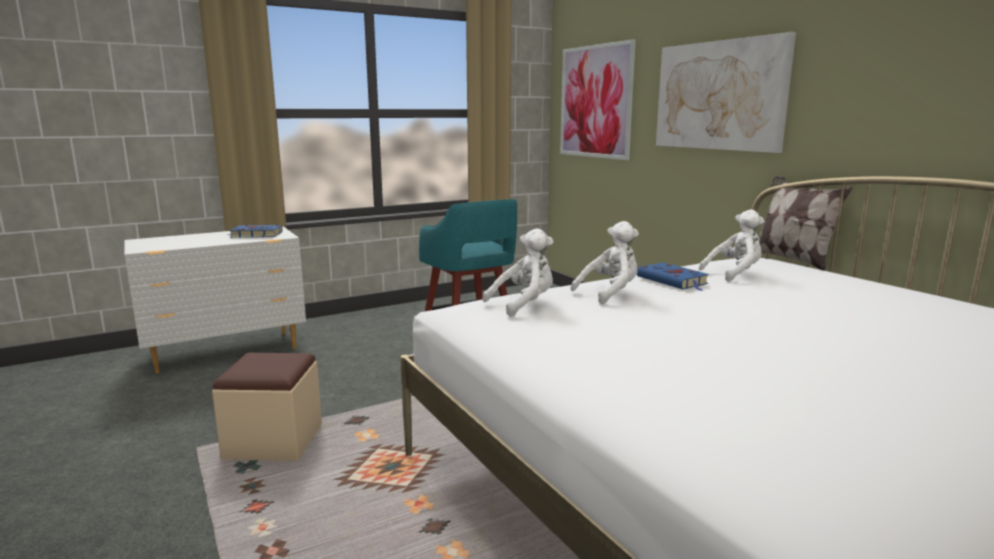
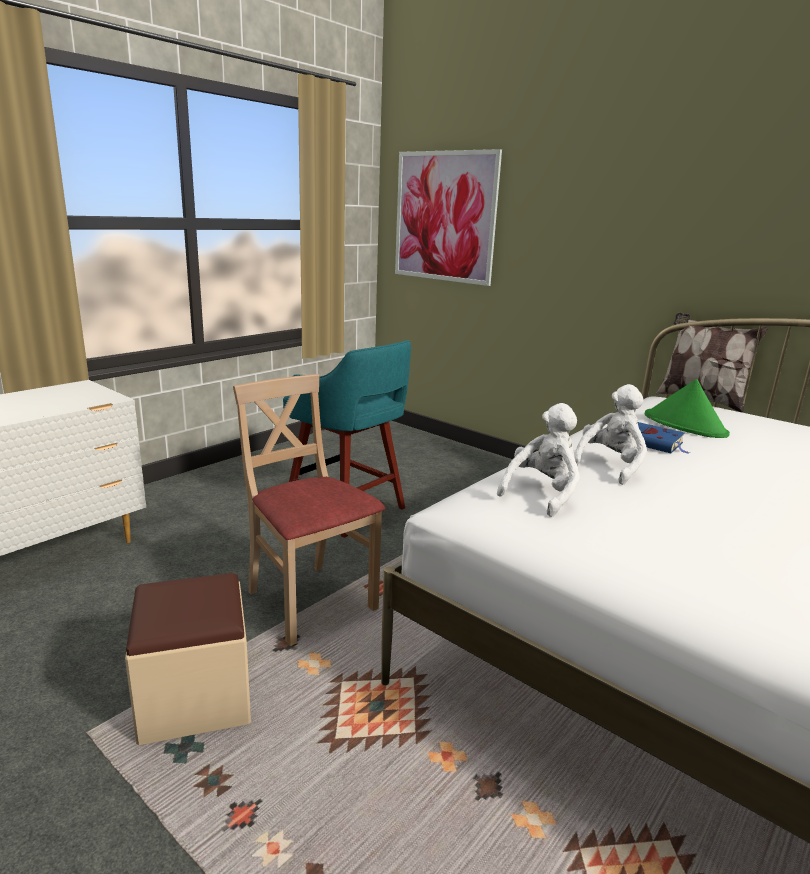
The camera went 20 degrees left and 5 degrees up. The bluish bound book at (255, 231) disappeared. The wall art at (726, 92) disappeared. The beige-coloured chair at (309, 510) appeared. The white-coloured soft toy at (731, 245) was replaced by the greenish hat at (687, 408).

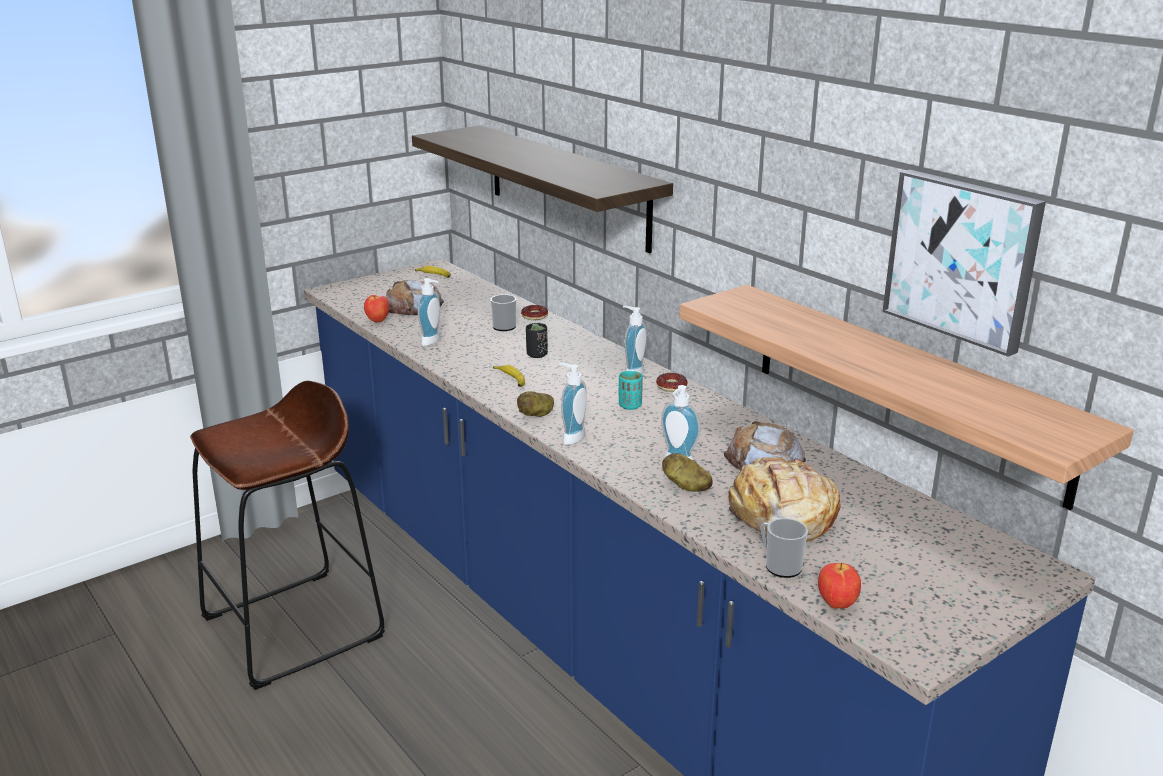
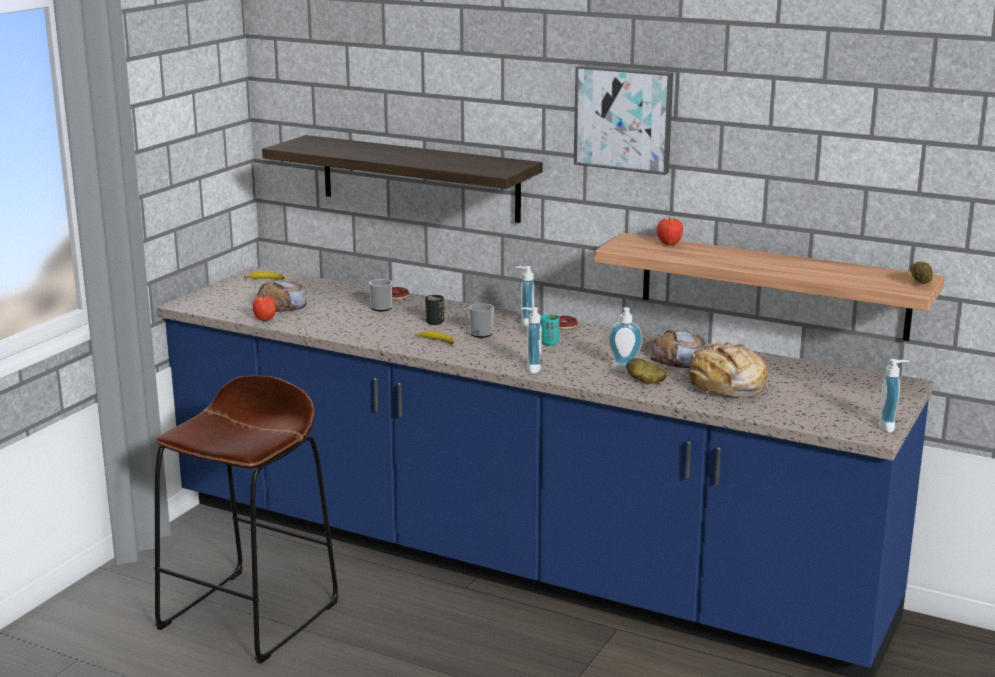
The camera went 25 degrees left and 5 degrees down. The soap bottle moved from (429, 312) to (894, 396). The whole potato moved from (535, 404) to (921, 273). The mug moved from (784, 548) to (478, 320). The whole apple moved from (839, 585) to (670, 231). The wall art moved from (964, 263) to (623, 120).

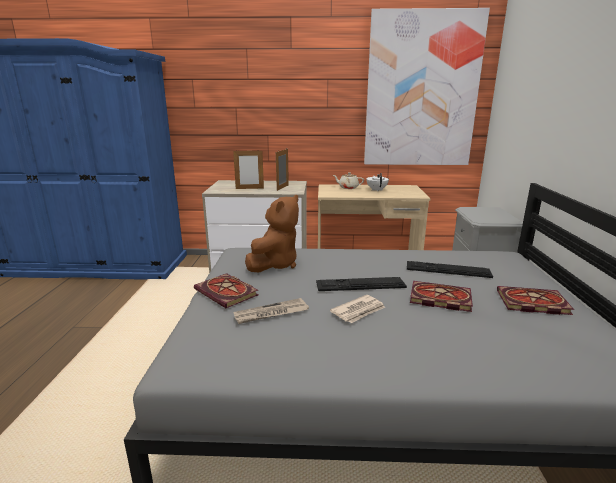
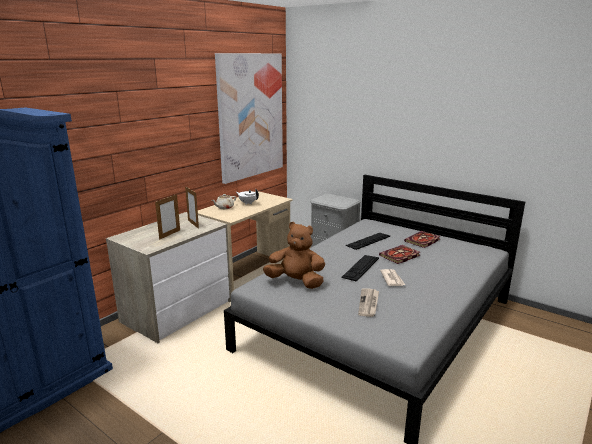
The camera went 55 degrees left and 0 degrees up. The bound book at (226, 290) disappeared. The brown-coloured soft toy at (272, 234) turned 45 degrees counterclockwise.

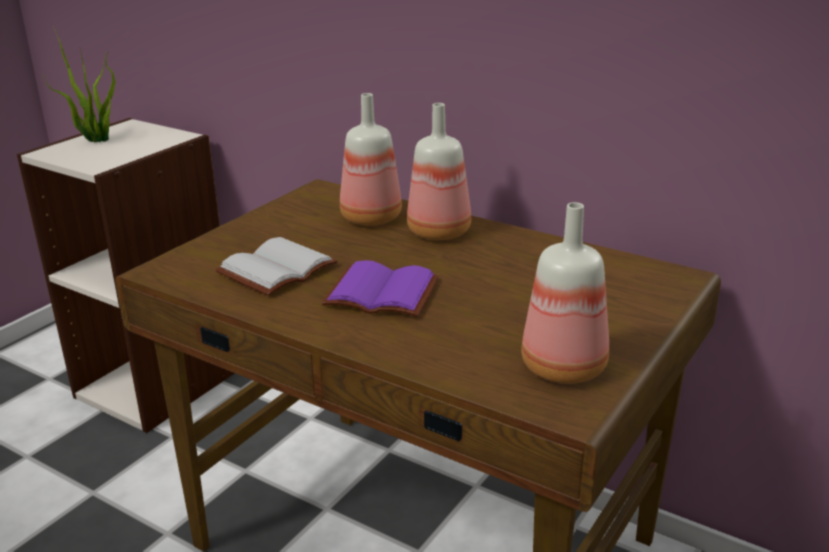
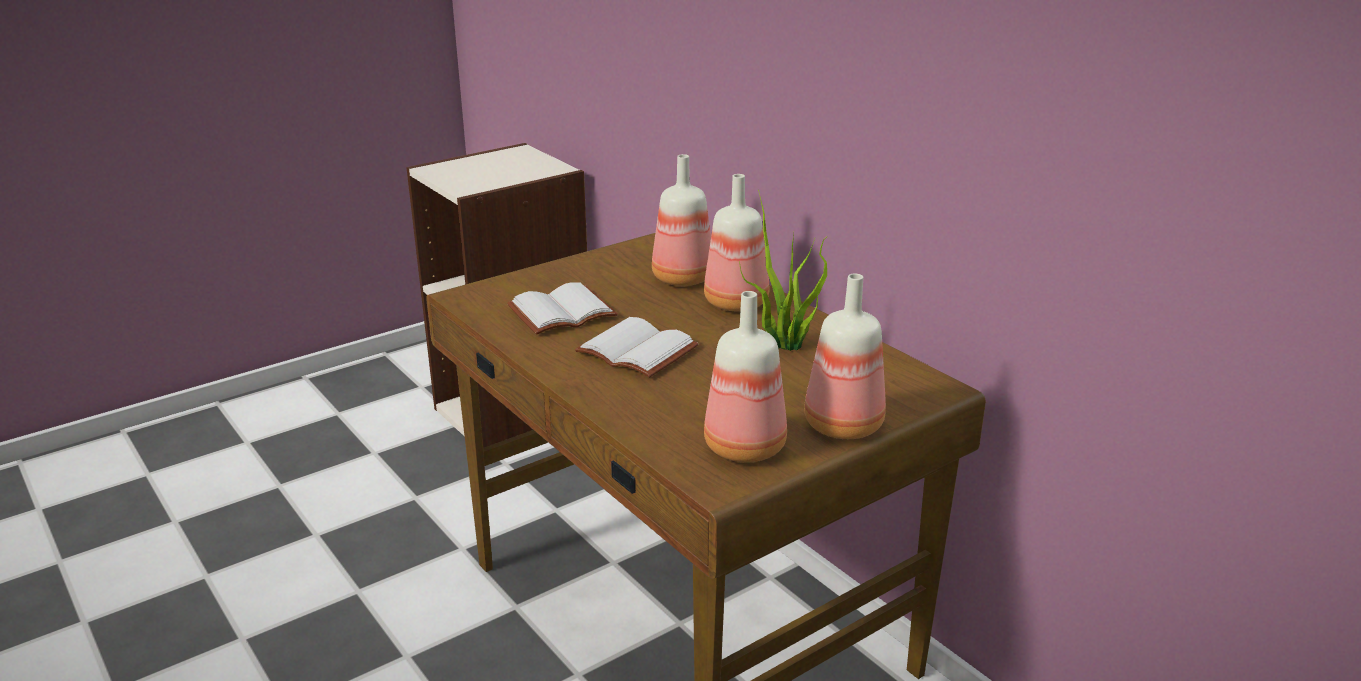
The camera went 20 degrees right and 0 degrees up. The bottle at (845, 356) appeared. The potted plant moved from (79, 84) to (783, 270). The purple-coloured bound book at (380, 288) became the white-coloured bound book at (636, 347).

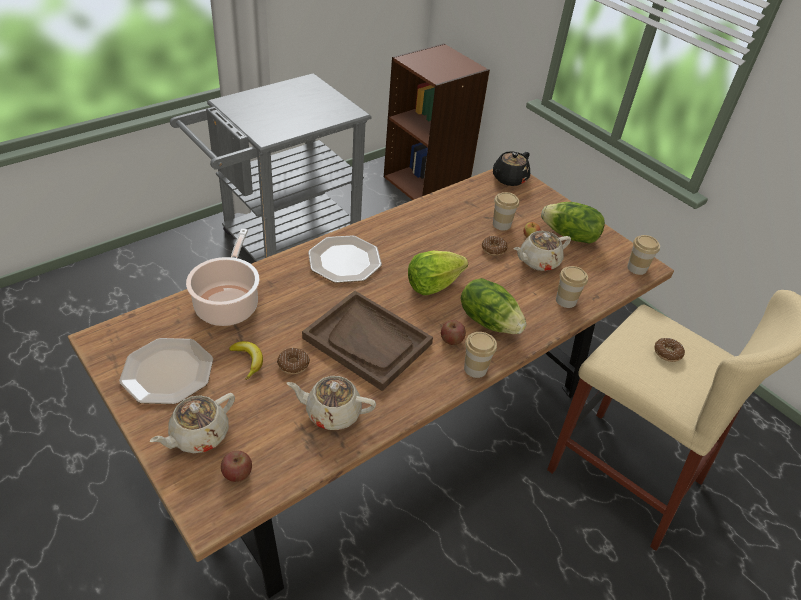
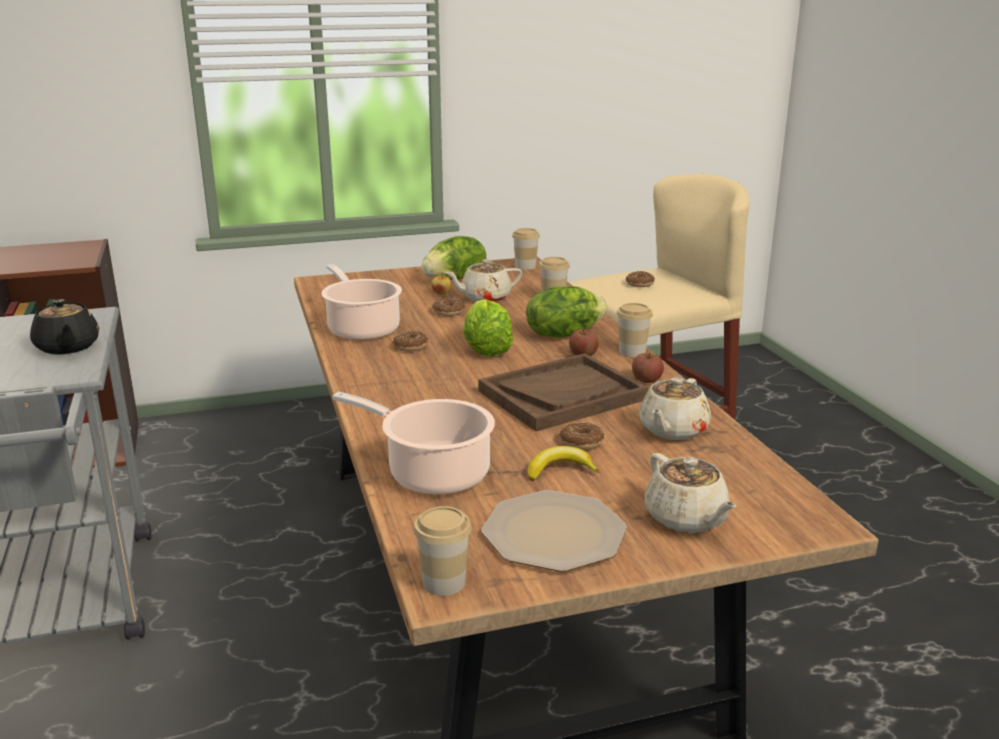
The camera went 65 degrees left and 20 degrees down. The plate at (345, 259) disappeared. The saucepot at (362, 302) appeared. The donut at (410, 341) appeared. The whole apple moved from (236, 466) to (648, 368). The black-coloured teapot moved from (511, 168) to (64, 327). The drinking cup moved from (506, 211) to (442, 551). The beige-coloured teapot at (542, 251) turned 75 degrees clockwise.

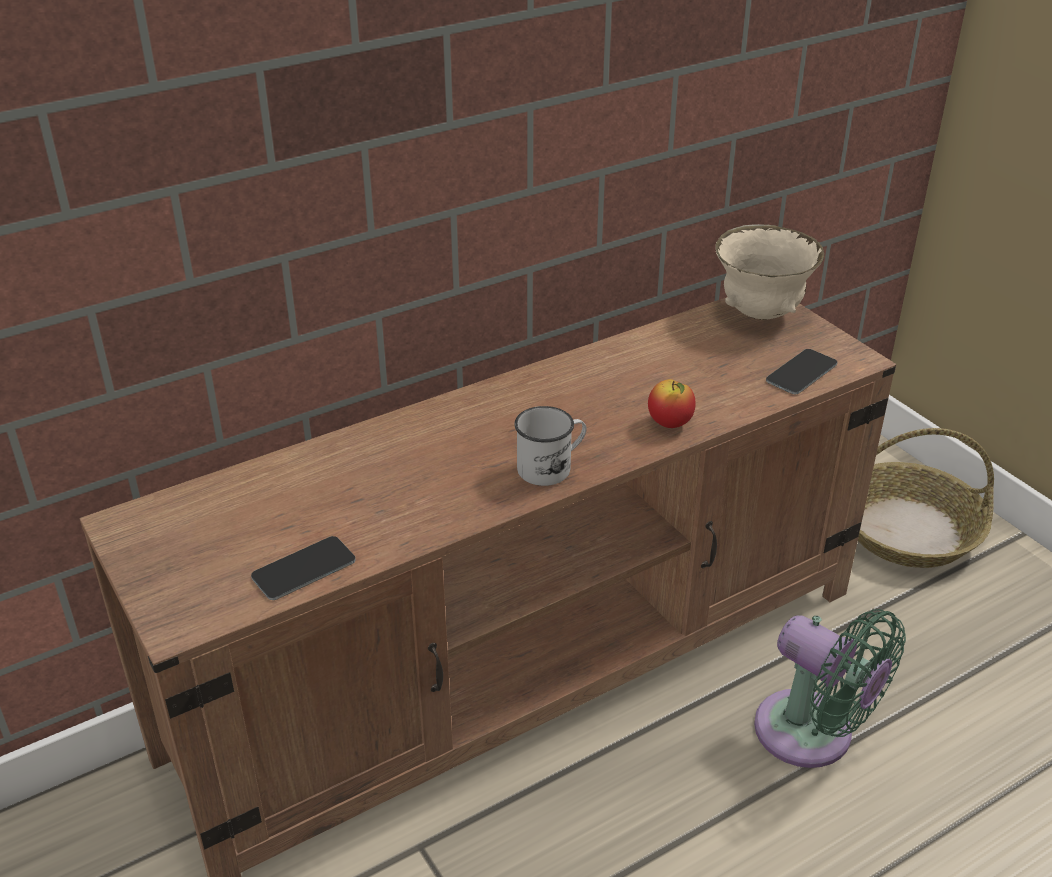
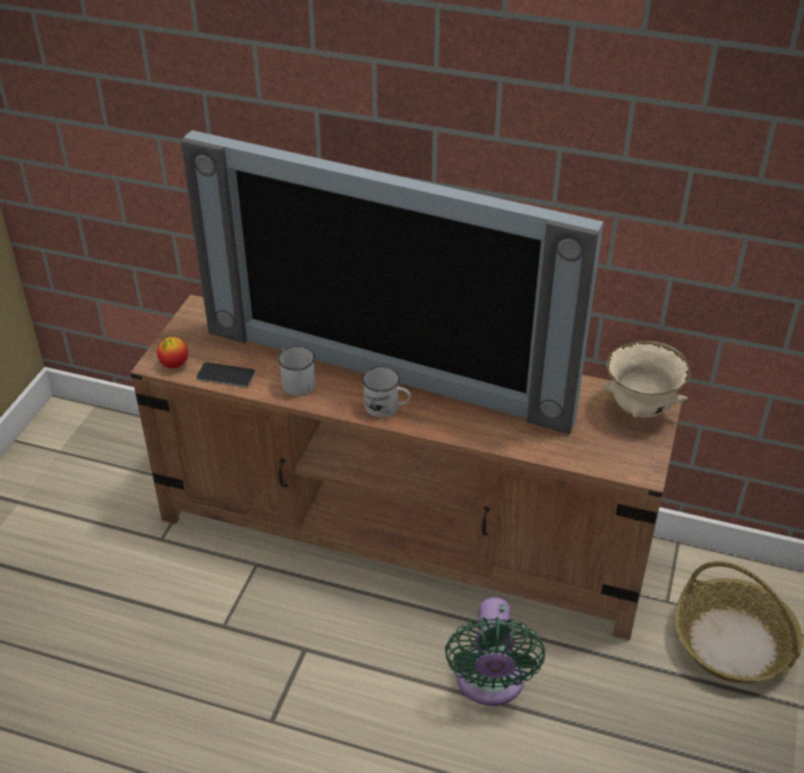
The camera went 50 degrees right and 5 degrees up. The phone at (801, 371) disappeared. The TV at (392, 282) appeared. The white-coloured mug at (296, 371) appeared. The whole apple moved from (672, 403) to (172, 352).

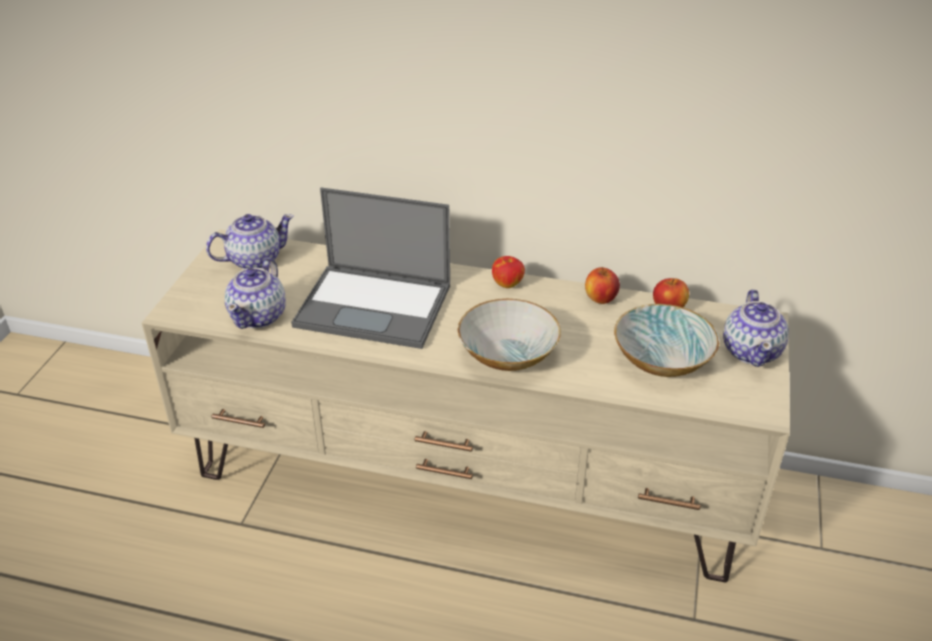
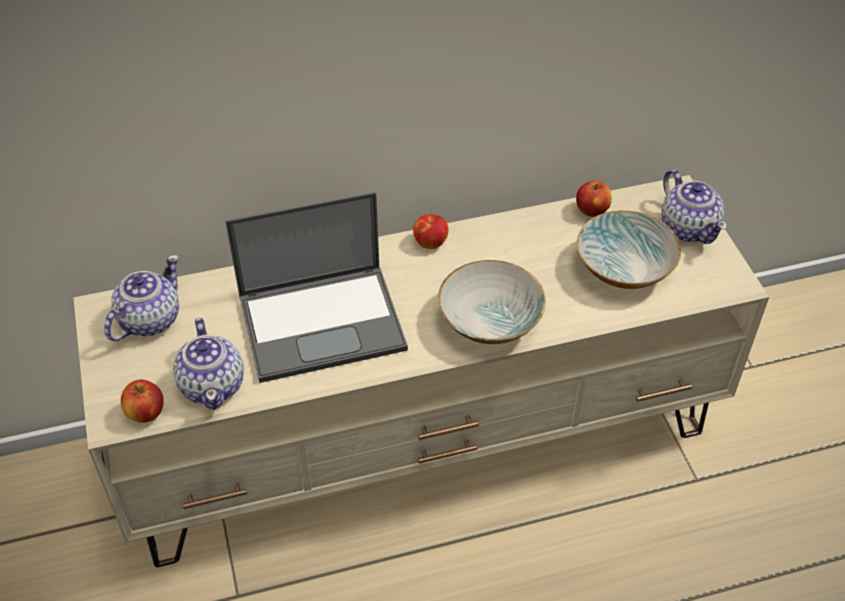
The camera went 30 degrees left and 10 degrees up. The whole apple moved from (602, 285) to (142, 401).

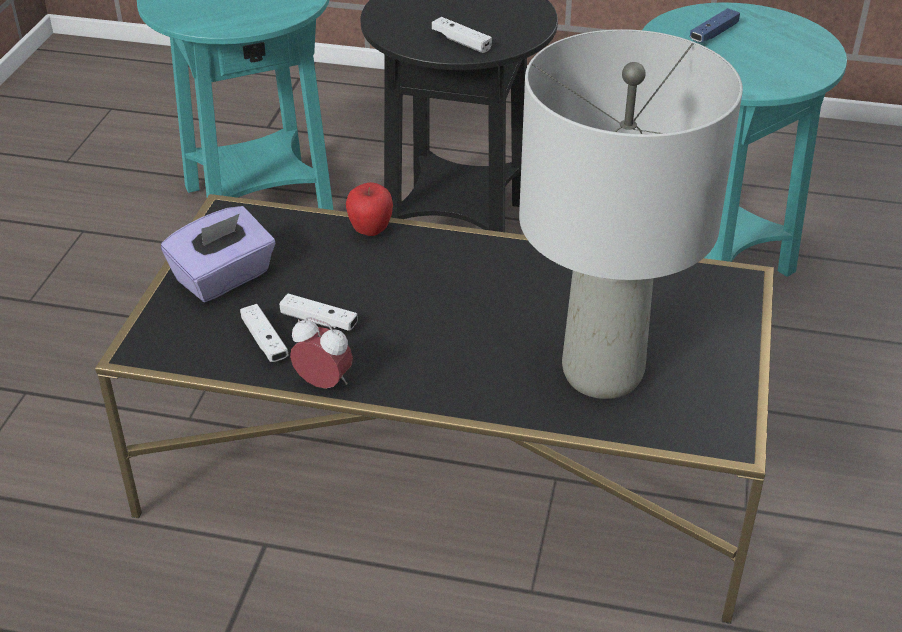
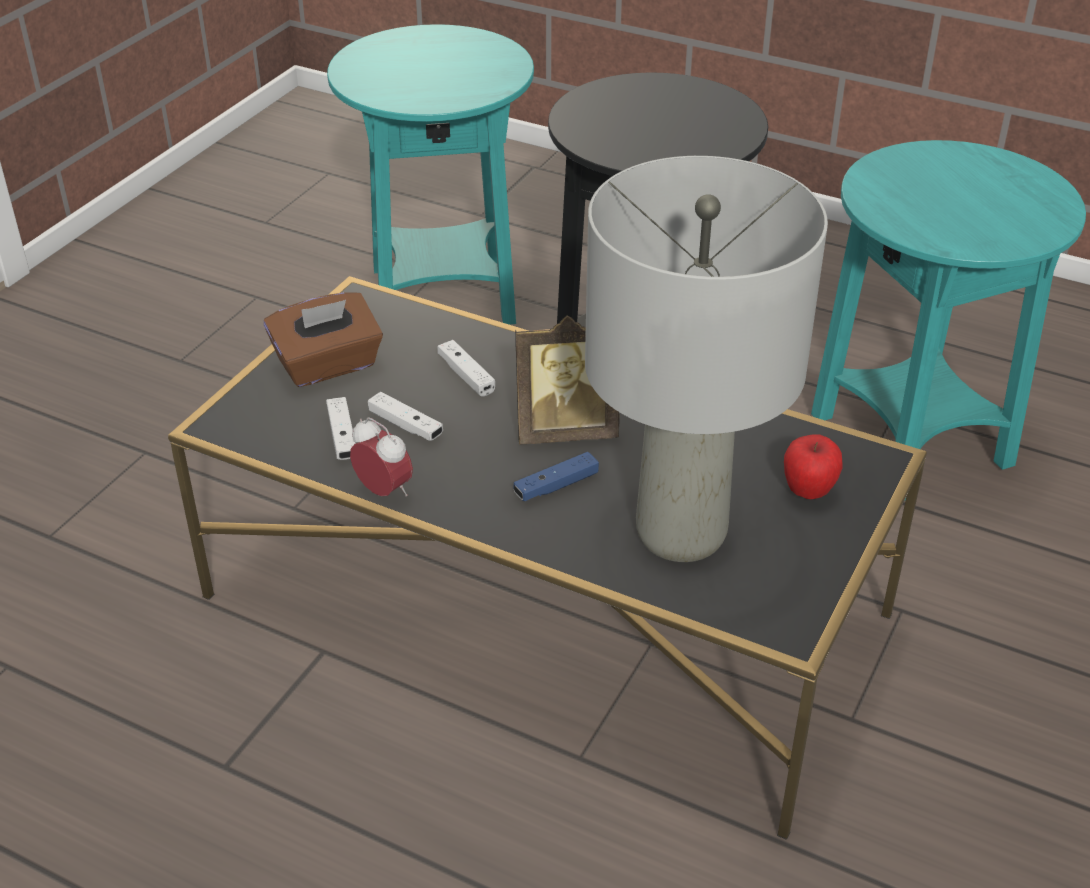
The camera went 15 degrees right and 0 degrees up. The photo frame at (567, 379) appeared. The whole apple moved from (369, 209) to (813, 467). The white-coloured gamepad moved from (462, 35) to (466, 368). The bluish gamepad moved from (715, 25) to (556, 476). The purple-coloured box of tissues at (218, 254) became the brown-coloured box of tissues at (323, 339).

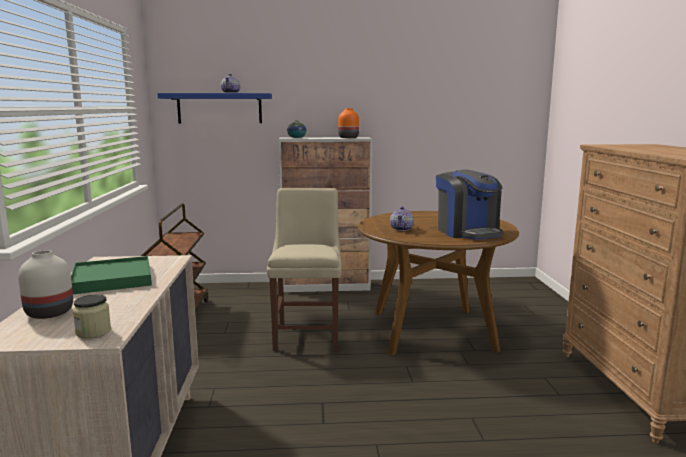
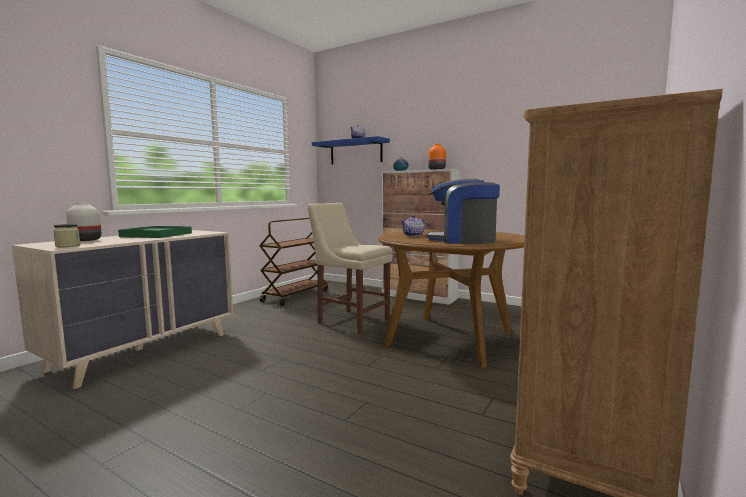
The camera went 35 degrees right and 5 degrees down. The beige-coloured chair at (304, 269) turned 90 degrees counterclockwise. The coffee maker at (470, 205) turned 90 degrees clockwise.

